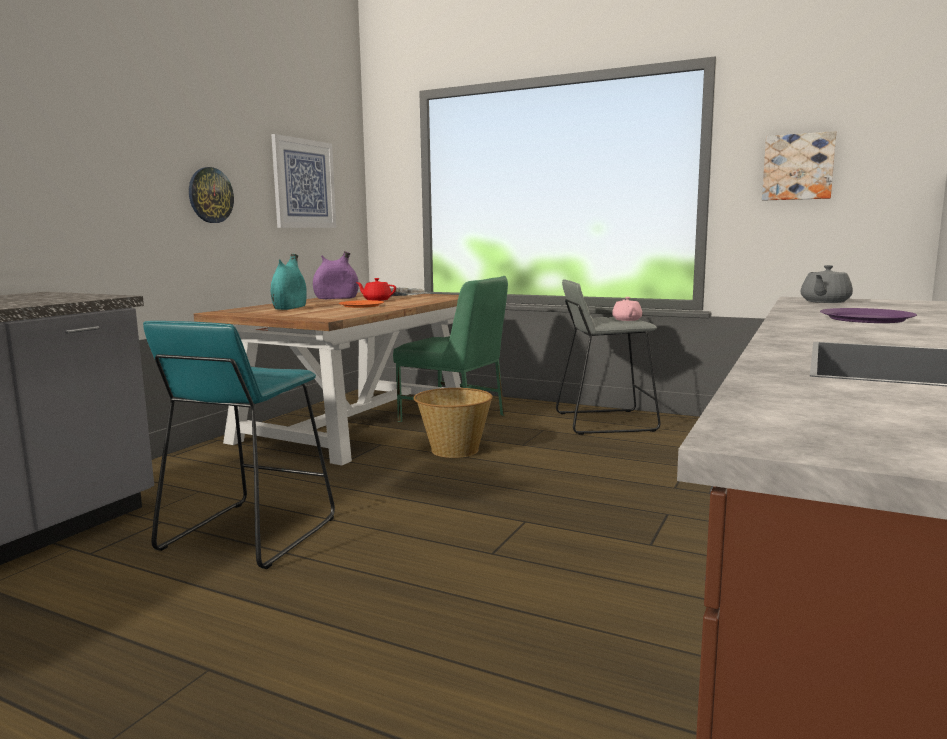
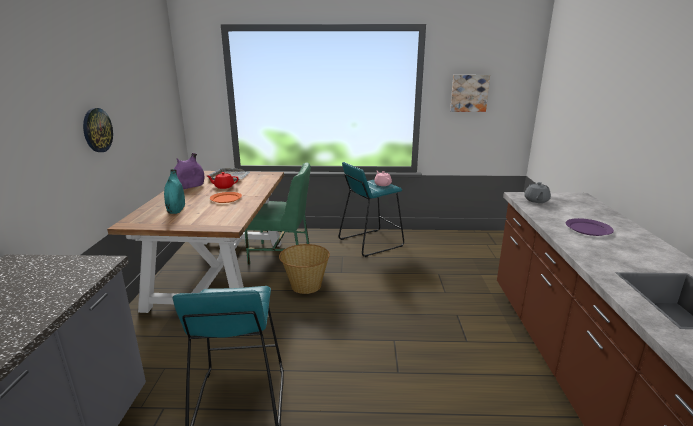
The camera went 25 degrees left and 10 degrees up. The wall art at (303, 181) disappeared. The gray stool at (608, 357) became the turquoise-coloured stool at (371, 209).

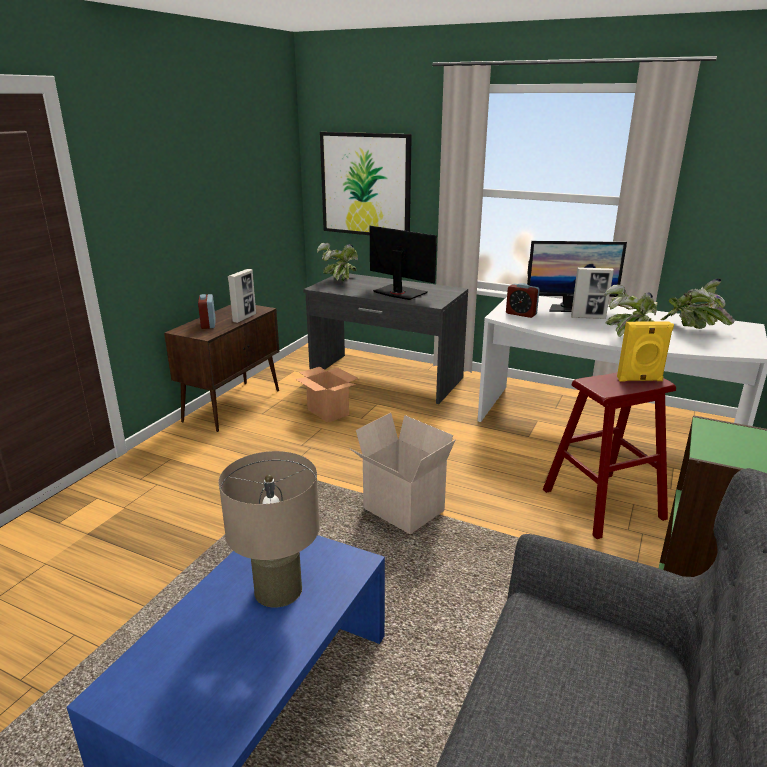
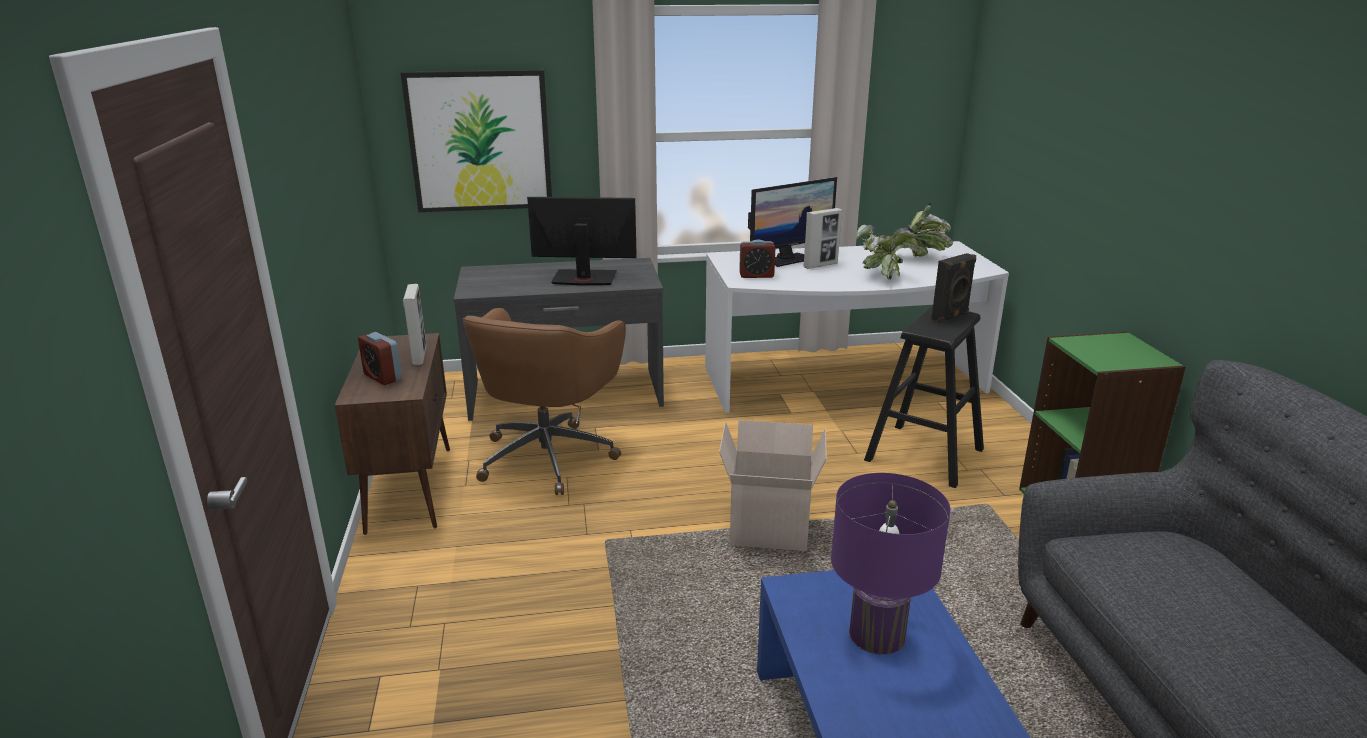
The camera went 35 degrees left and 0 degrees up. The potted plant at (337, 262) disappeared. The carton at (327, 395) was replaced by the brown-coloured office chair at (544, 401). The beige-coloured lamp for a table at (269, 529) became the purple-coloured lamp for a table at (891, 564). The red stool at (609, 455) became the black-coloured stool at (924, 397). The yellowish audio speaker at (645, 351) became the black-coloured audio speaker at (953, 288).

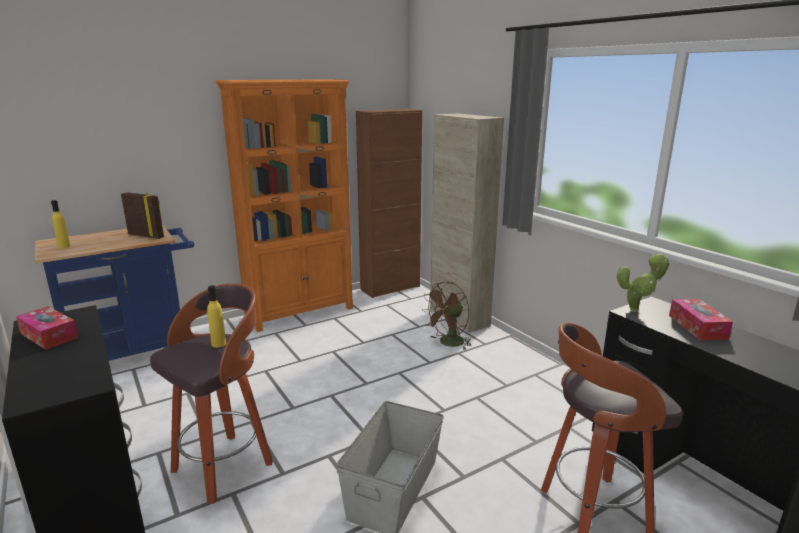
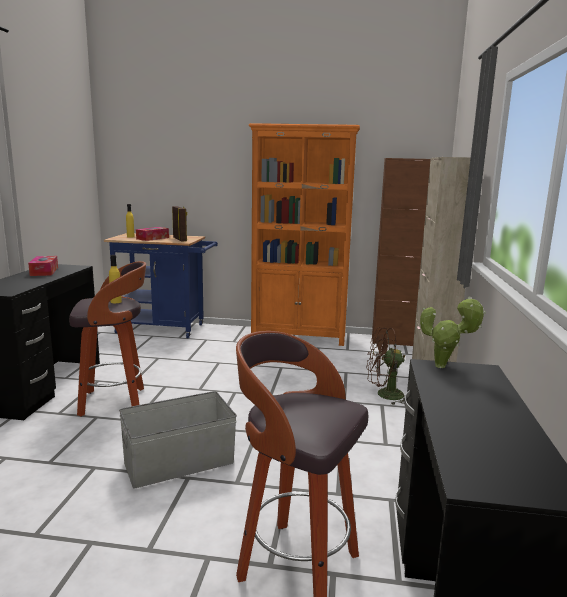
The camera went 40 degrees right and 5 degrees down. The box of tissues moved from (701, 319) to (152, 234).

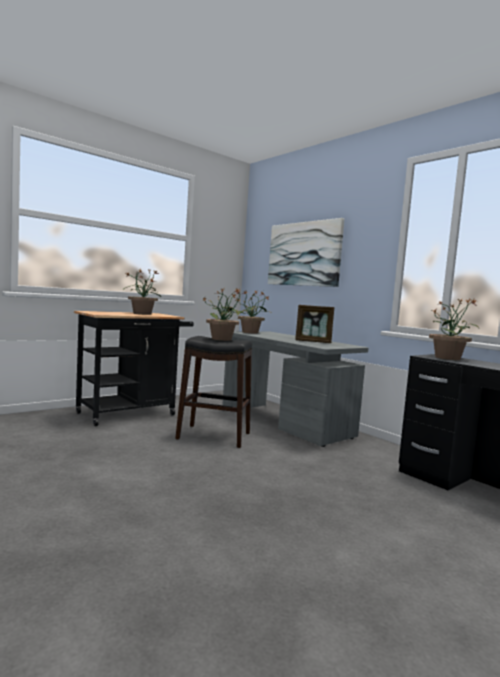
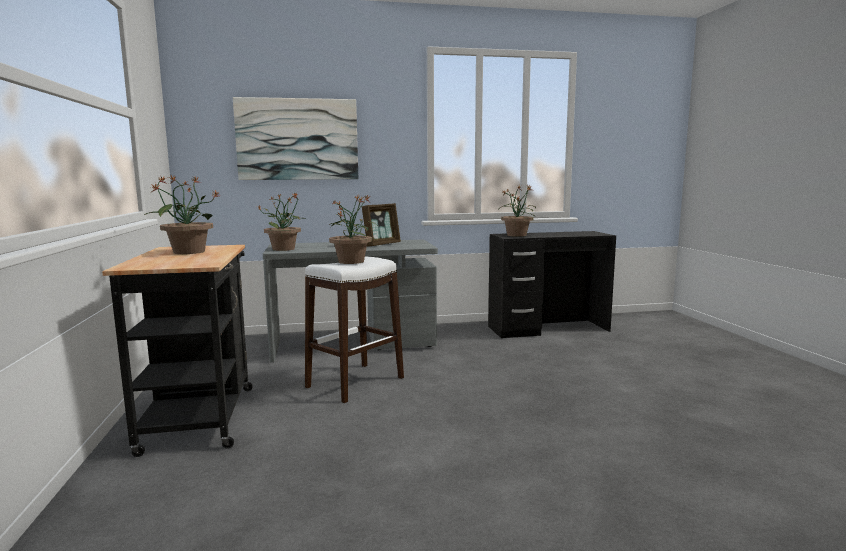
The camera went 60 degrees left and 5 degrees up. The black-coloured stool at (213, 392) became the white-coloured stool at (354, 329).

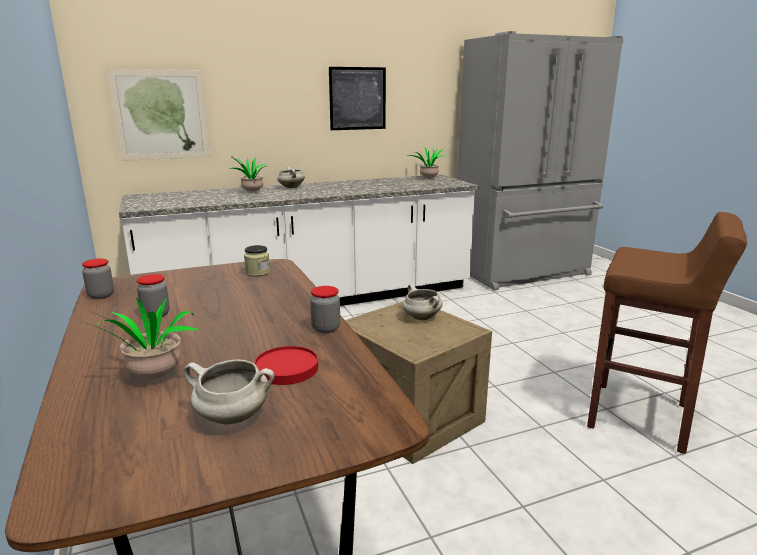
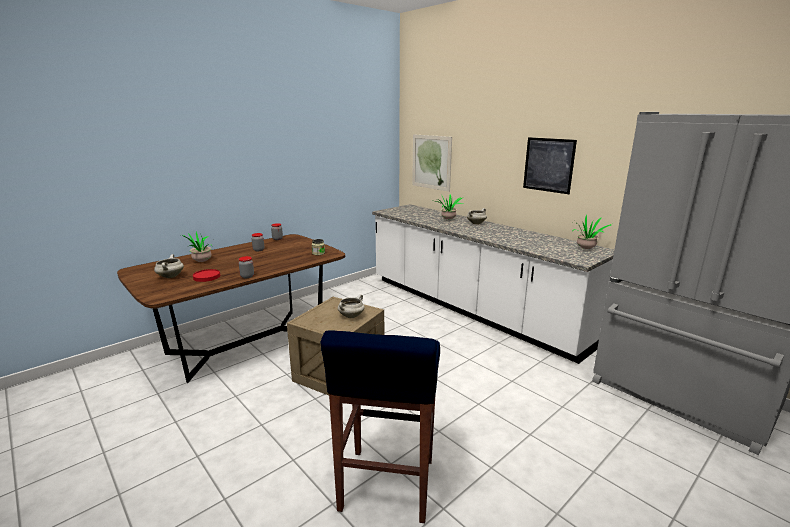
The camera went 70 degrees right and 0 degrees up. The brown-coloured stool at (667, 333) became the bluish stool at (380, 426).

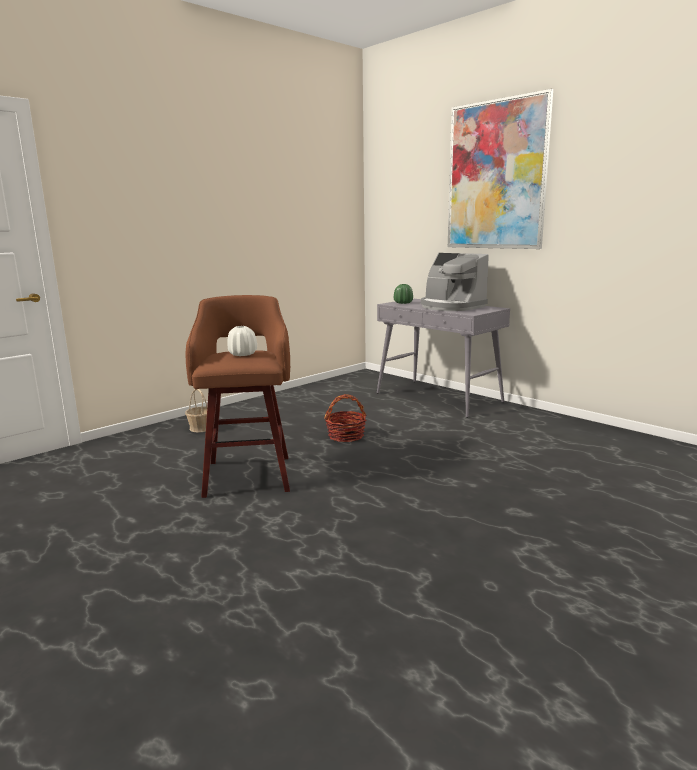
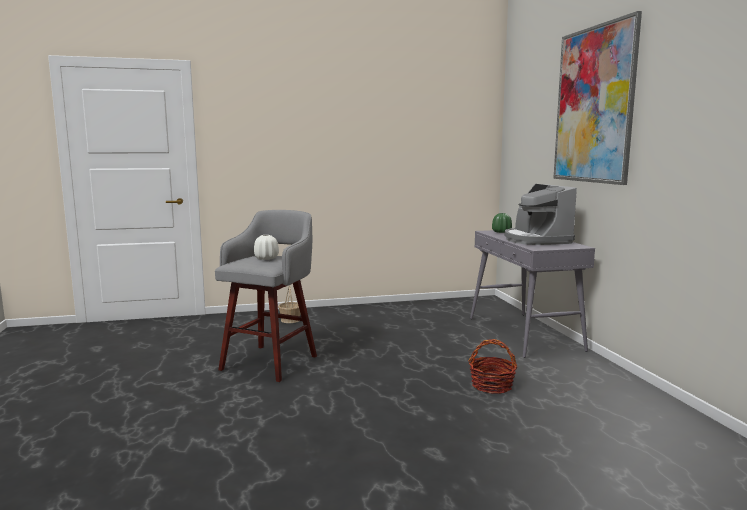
The camera went 30 degrees right and 5 degrees down. The household basket moved from (345, 418) to (492, 366). The brown-coloured stool at (238, 396) became the gray stool at (266, 296).

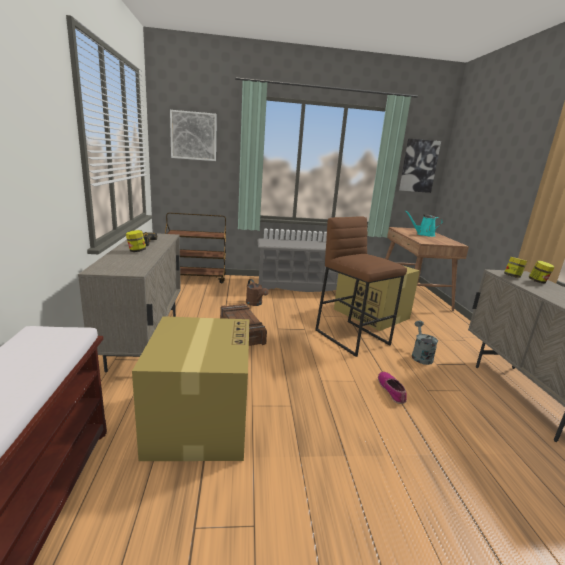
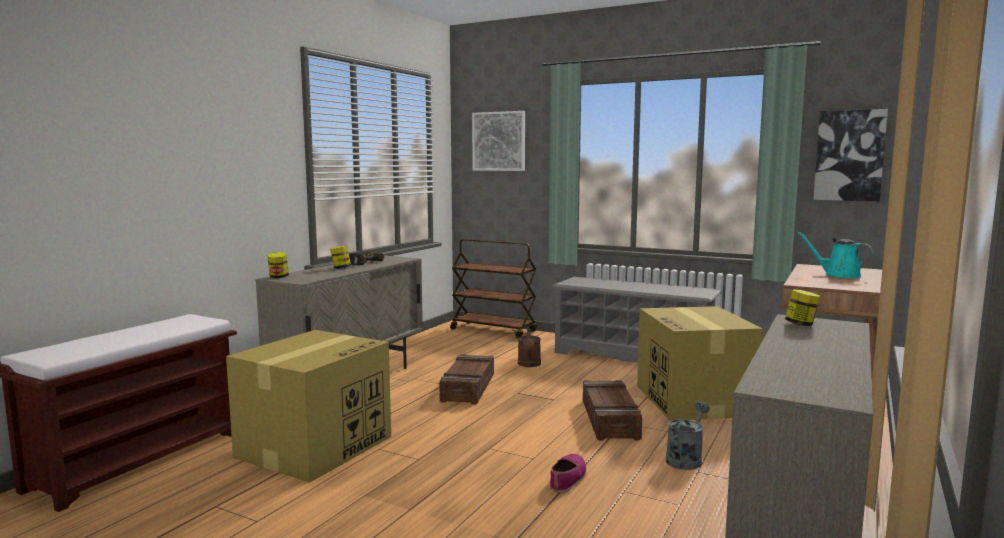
The camera went 35 degrees right and 10 degrees down. The storage jar moved from (542, 272) to (278, 265). The brown-coloured stool at (361, 286) was replaced by the packing crate at (612, 410).

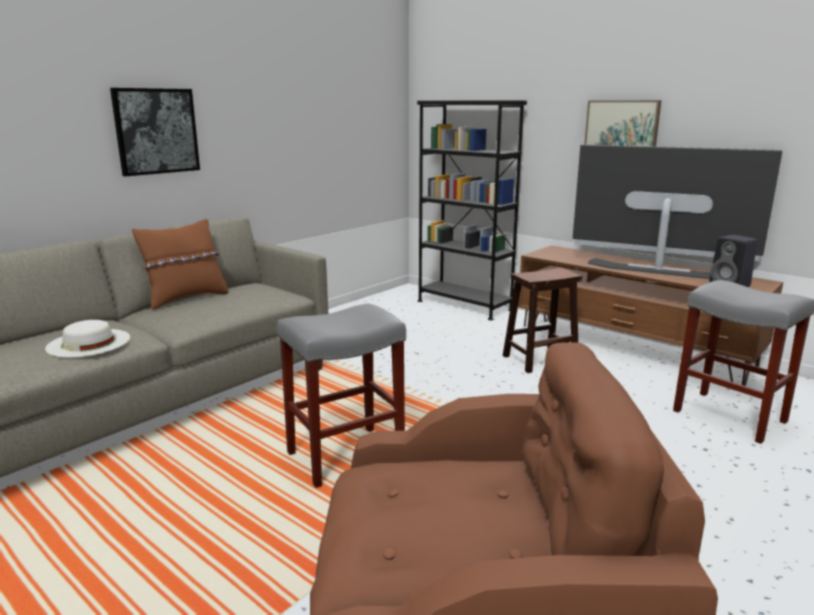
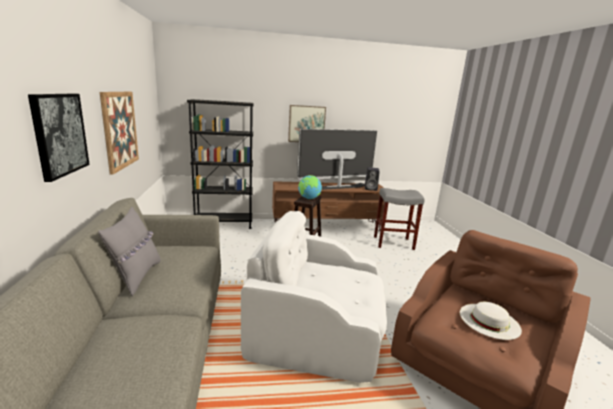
The camera went 50 degrees left and 0 degrees up. The wall art at (119, 133) appeared. The world globe at (310, 187) appeared. The white-coloured hat moved from (87, 338) to (491, 321). The gray stool at (341, 396) was replaced by the white-coloured armchair at (314, 297). The brown-coloured throw pillow at (180, 264) became the gray throw pillow at (129, 251).

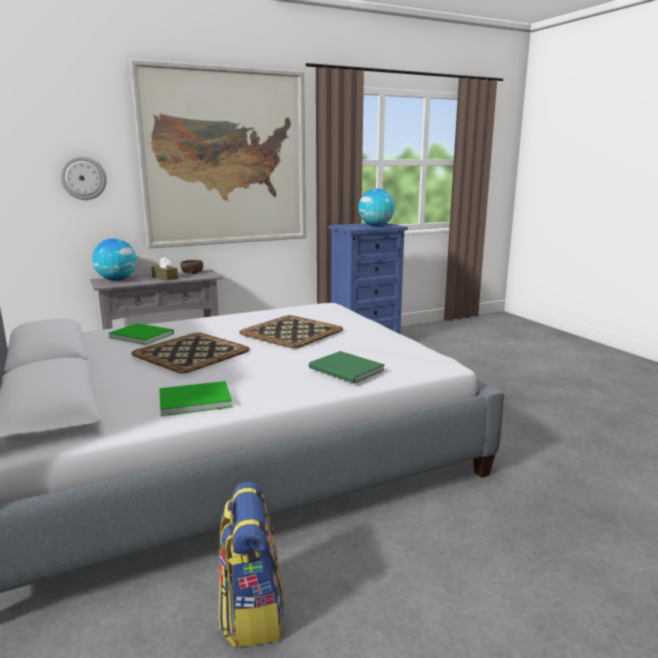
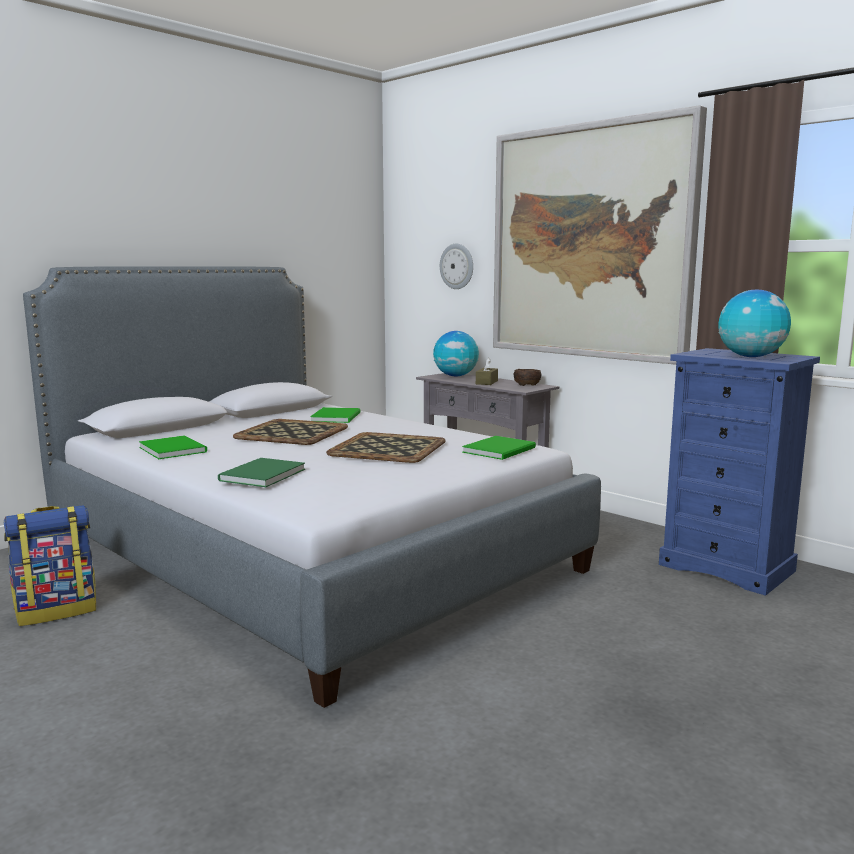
The camera went 70 degrees right and 5 degrees down. The greenish bound book at (499, 448) appeared.

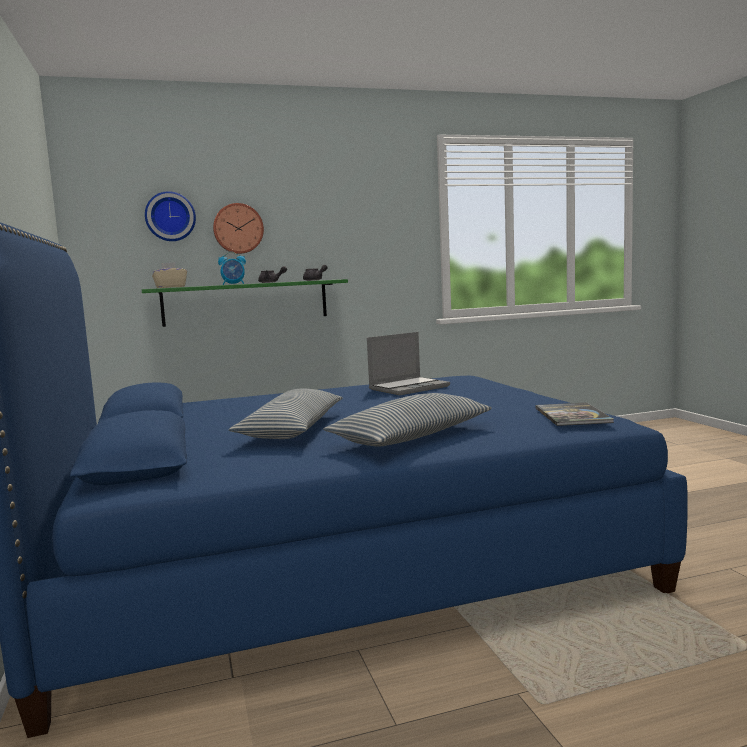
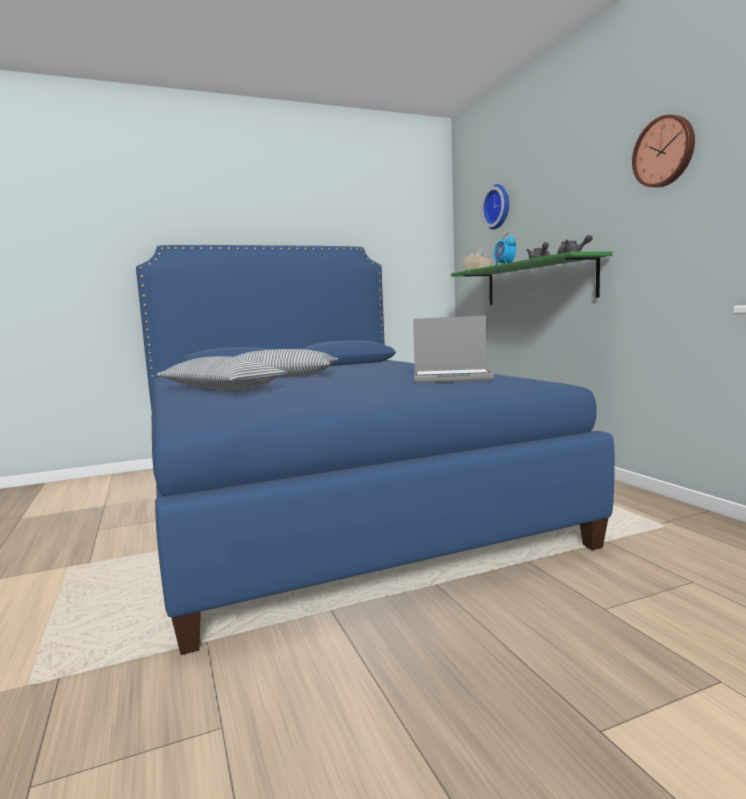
The camera went 85 degrees right and 0 degrees up. The bound book at (574, 414) disappeared. The wall clock moved from (238, 228) to (663, 151). The laptop at (408, 363) turned 45 degrees counterclockwise.

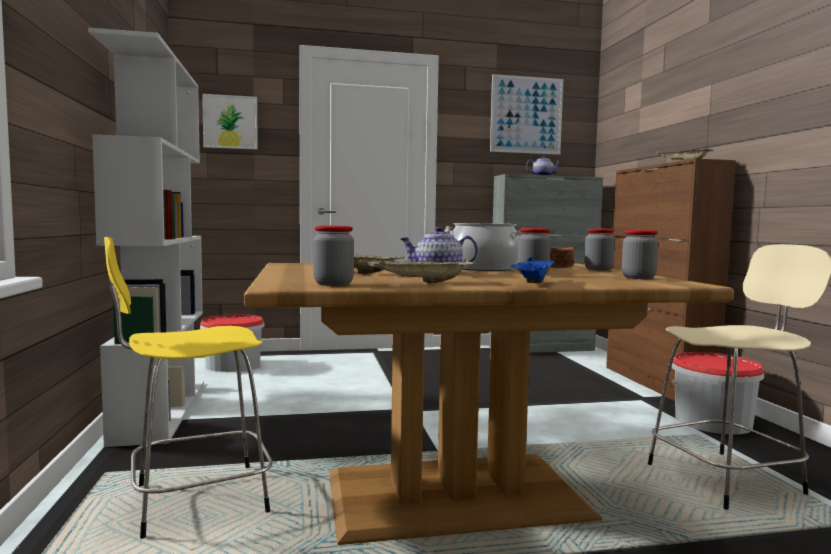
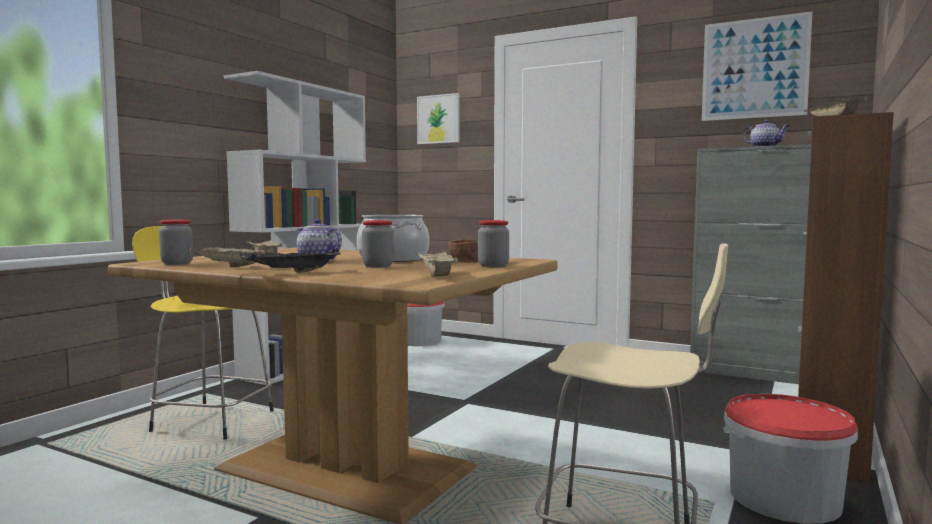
The camera went 40 degrees right and 0 degrees up. The storage jar at (640, 254) was replaced by the beige-coloured carrying tray at (436, 263). The bluish carrying tray at (532, 270) became the black-coloured carrying tray at (290, 261).

